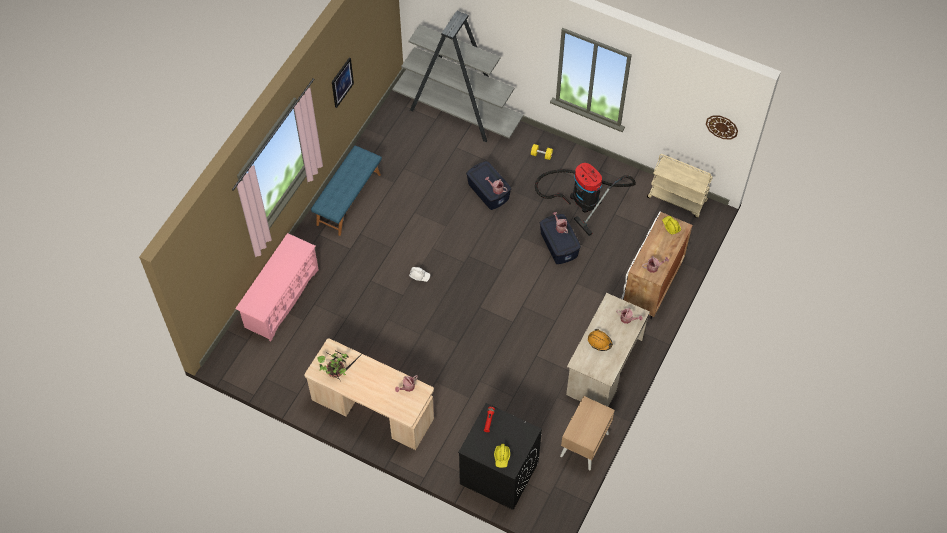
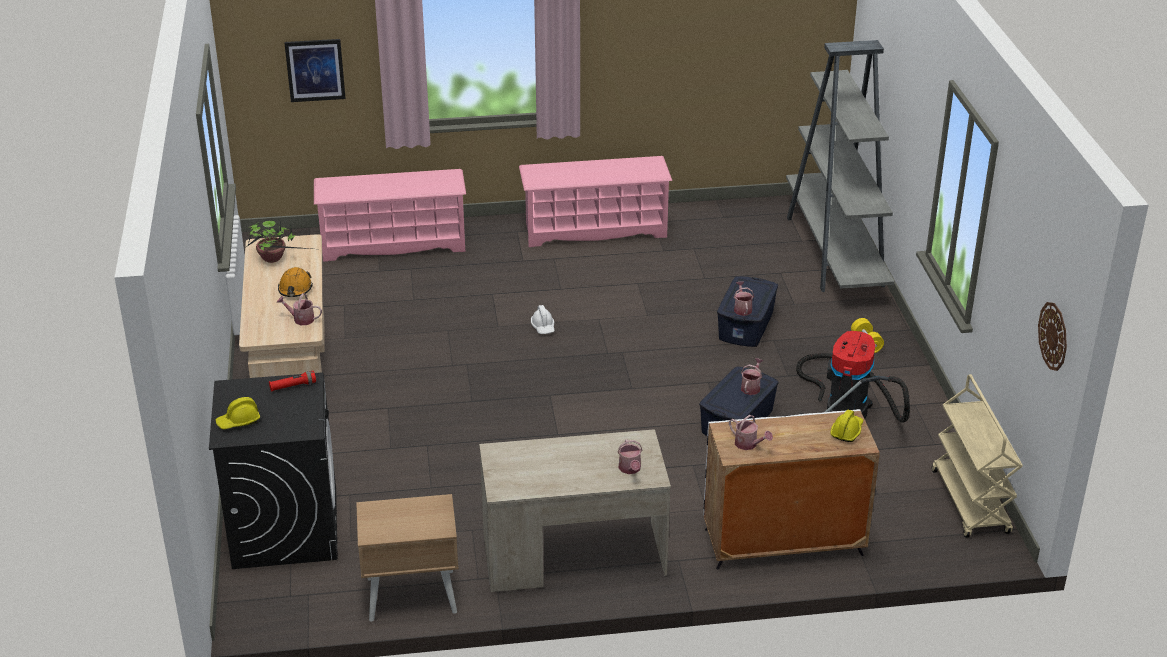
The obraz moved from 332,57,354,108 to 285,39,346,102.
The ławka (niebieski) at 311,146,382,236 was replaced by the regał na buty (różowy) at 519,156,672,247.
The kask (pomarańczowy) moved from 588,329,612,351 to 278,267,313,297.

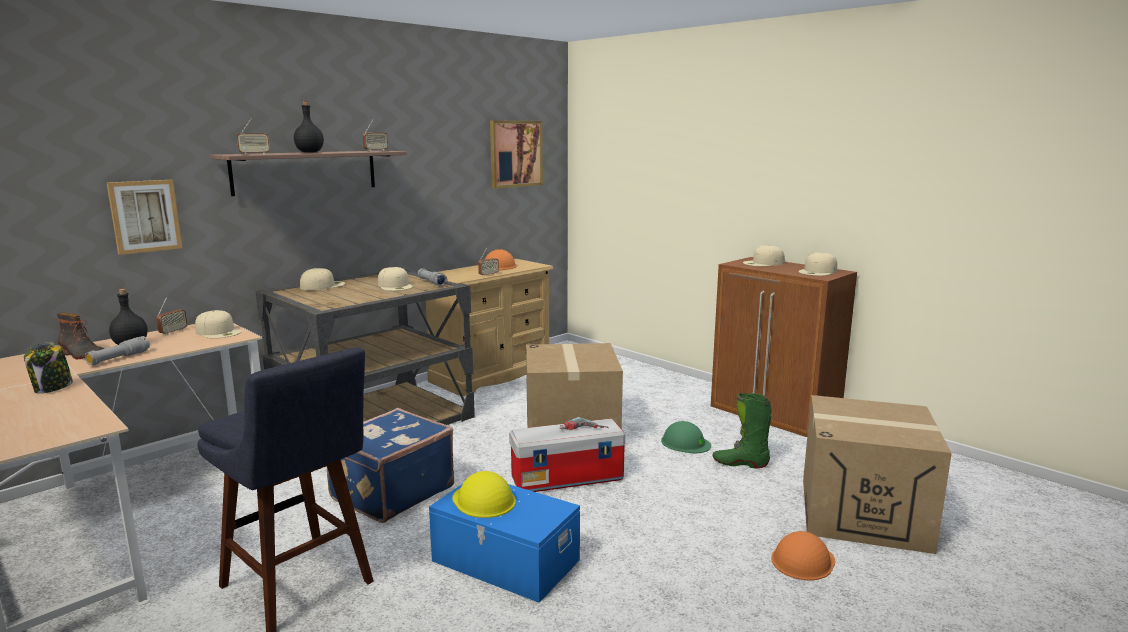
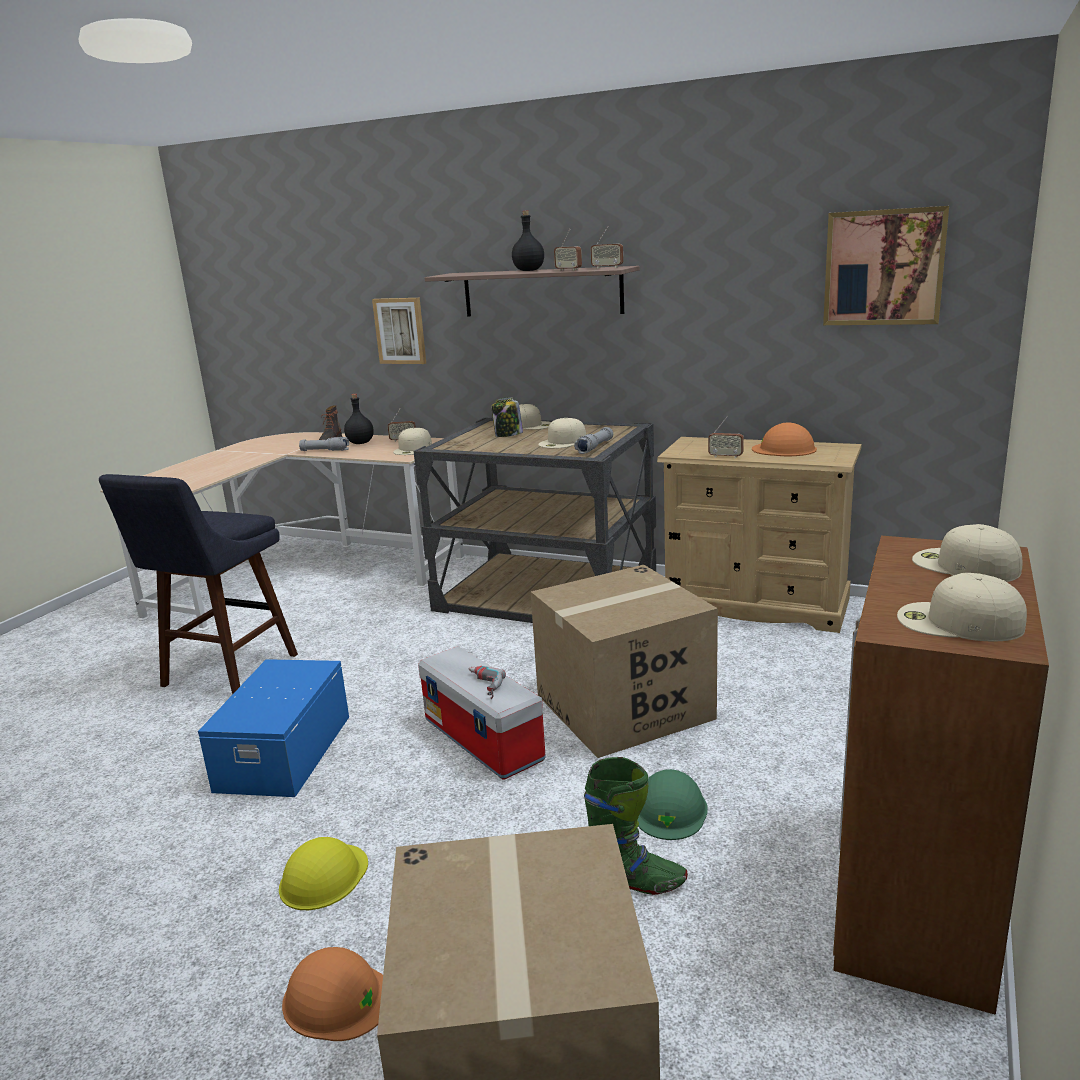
The radio moved from 237,118,270,155 to 554,229,582,271.
The słoik moved from 24,342,73,394 to 492,397,523,437.
The but z cholewką (zielony) at 713,393,772,468 turned 105 degrees clockwise.
The walizka (niebieski) at 327,408,454,523 disappeared.
The kask (żółty) moved from 452,471,516,518 to 279,837,368,910.

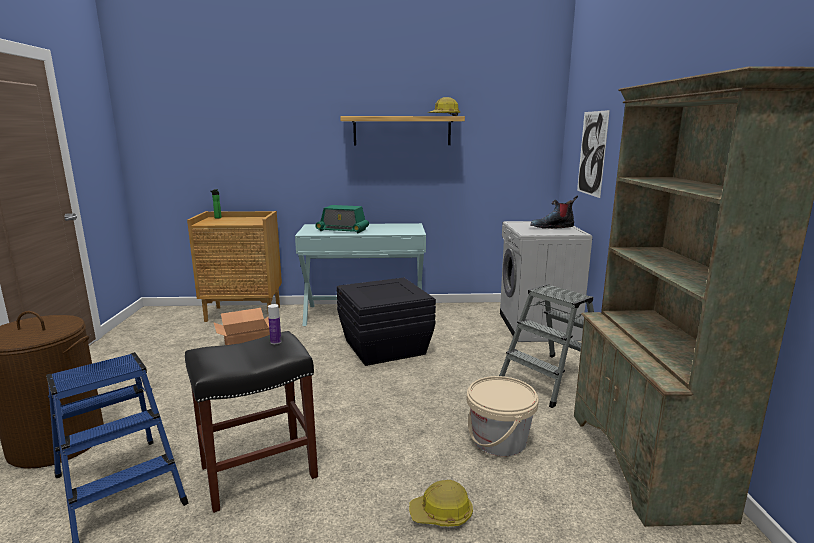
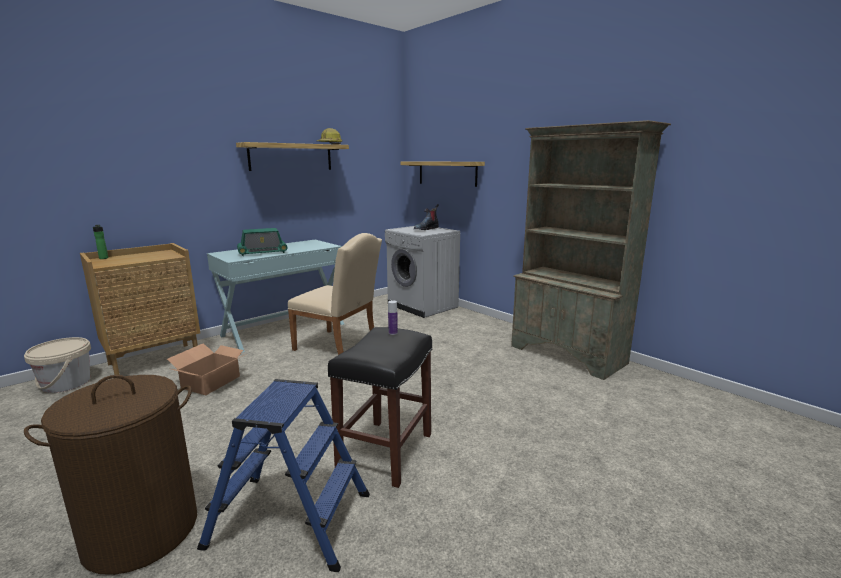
The obraz at 577,110,610,198 was replaced by the półka at 400,162,485,187.
The pojemnik do przechowywania (czarny) at 336,278,436,366 was replaced by the krzesło (beżowy) at 287,233,382,355.
The drabinka (szary) at 499,284,594,408 disappeared.
The wiadro (beżowy) moved from 467,376,539,456 to 24,337,91,393.
The kask at 409,480,473,526 disappeared.

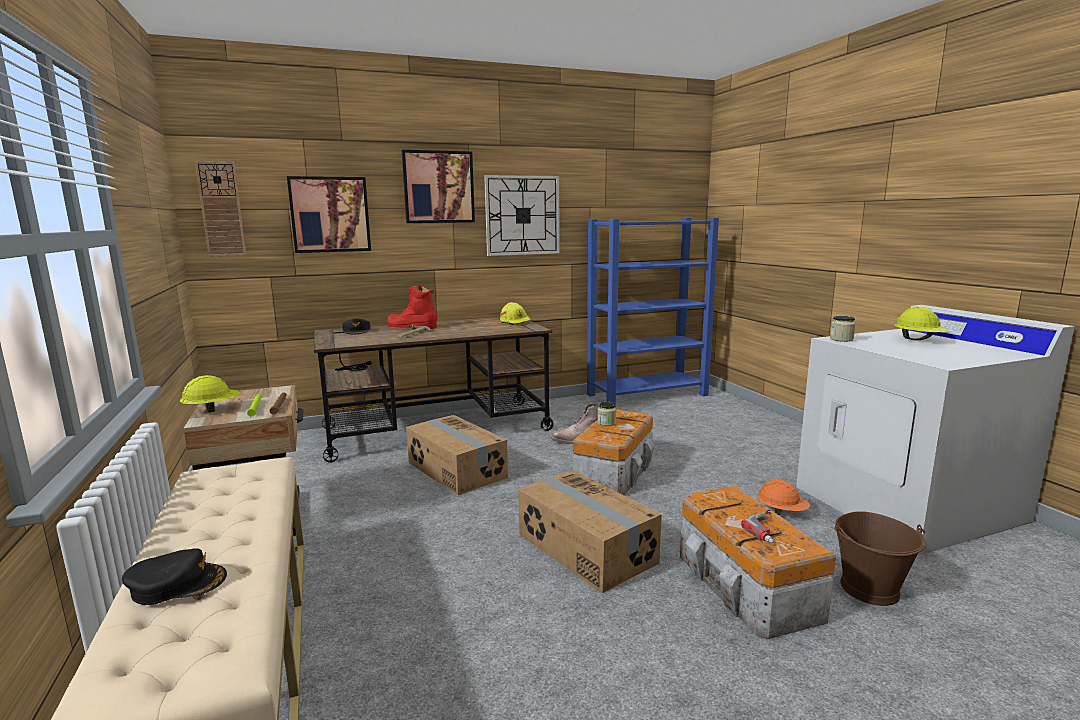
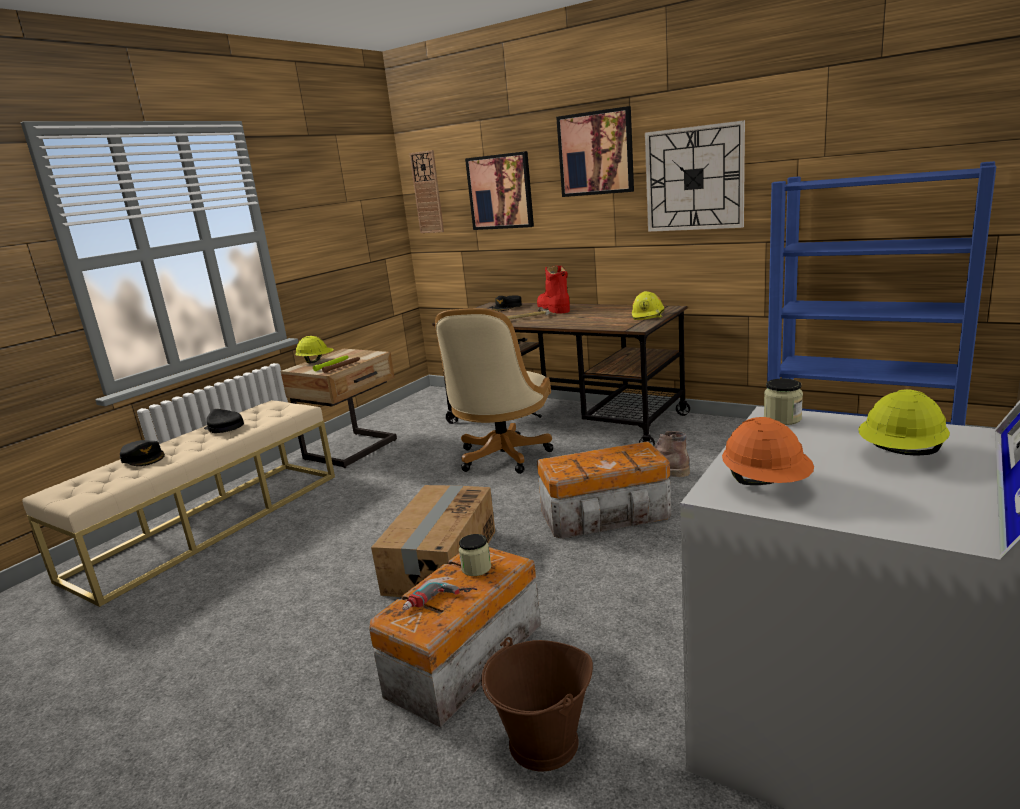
The słoik moved from 597,402,616,426 to 459,534,491,576.
The karton at 406,415,508,495 was replaced by the krzesło biurowe (beżowy) at 435,308,553,474.
The kask (pomarańczowy) moved from 757,480,810,515 to 722,417,814,485.
The czapka z daszkiem (czarny) at 204,409,244,433 appeared.

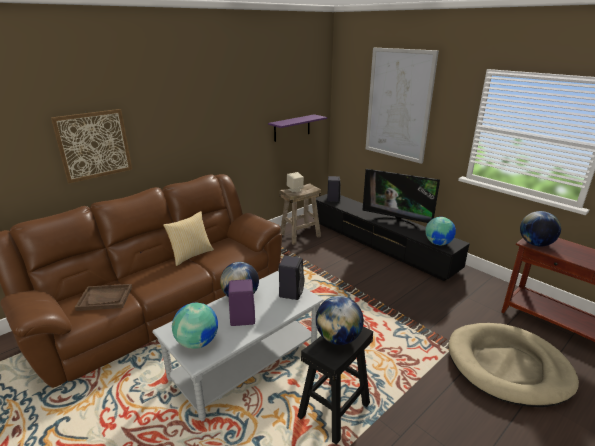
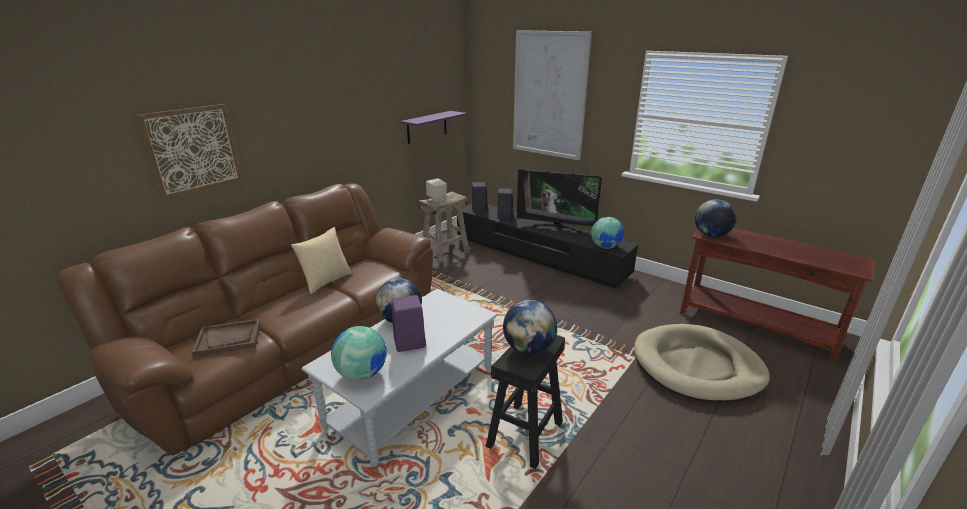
The głośnik (czarny) moved from 279,256,304,300 to 497,188,514,219.

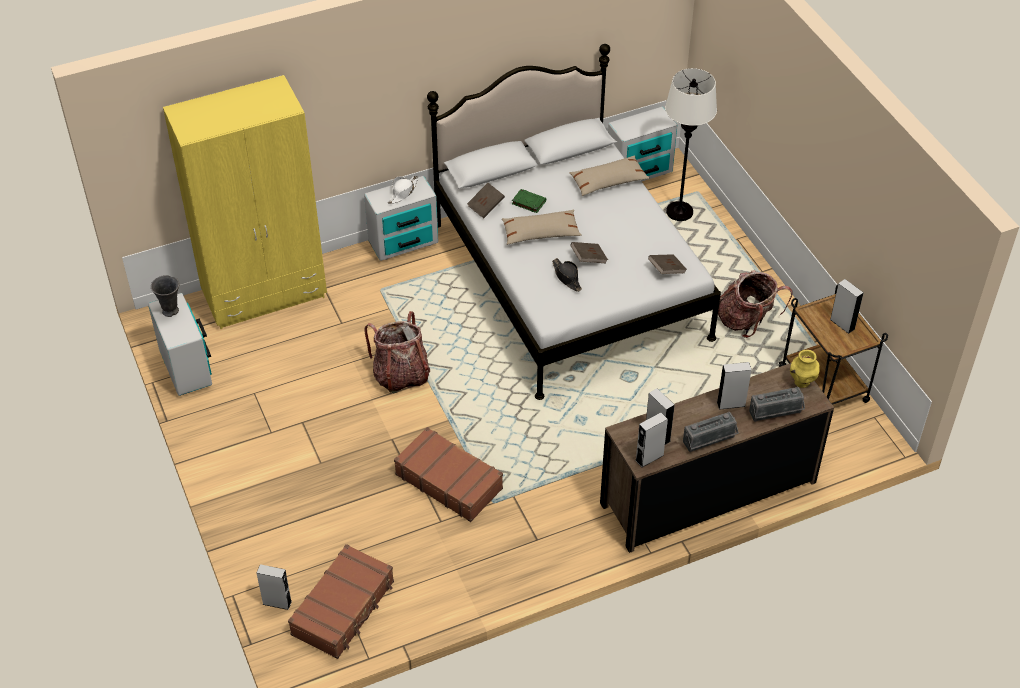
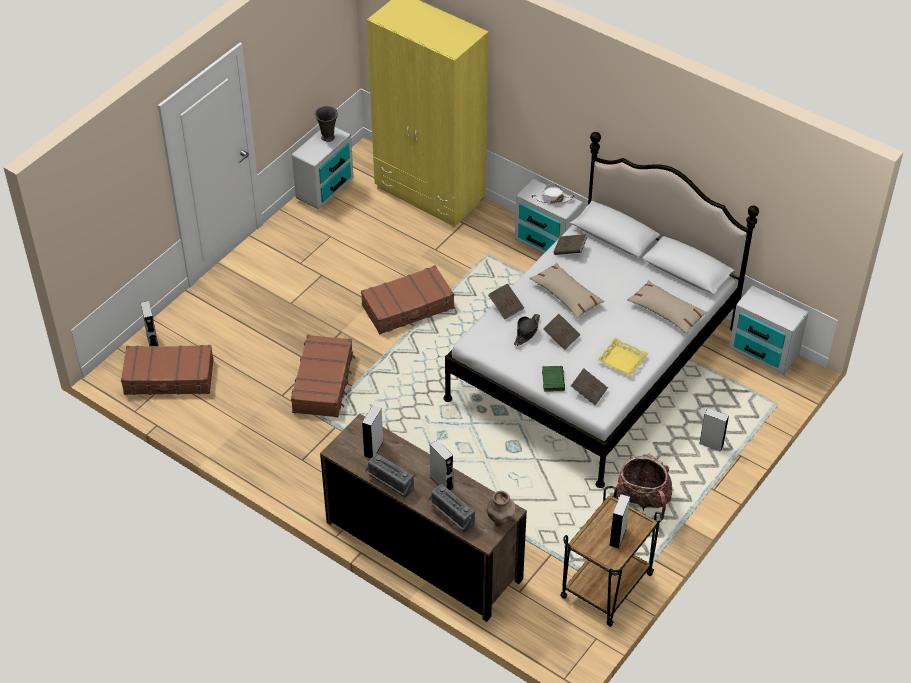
The lampa stojąca (biały) at 665,68,717,221 disappeared.
The książka (zielony) moved from 512,189,546,213 to 542,366,565,392.
The plecak at 364,311,430,394 was replaced by the walizka (brązowy) at 361,265,454,334.
The wazon (żółty) at 790,350,819,388 became the wazon (brązowy) at 487,491,516,527.
The głośnik (szary) moved from 635,412,668,467 to 699,408,729,452.
The książka (brązowy) at 488,283,524,319 appeared.
The taca (żółty) at 597,338,648,376 appeared.

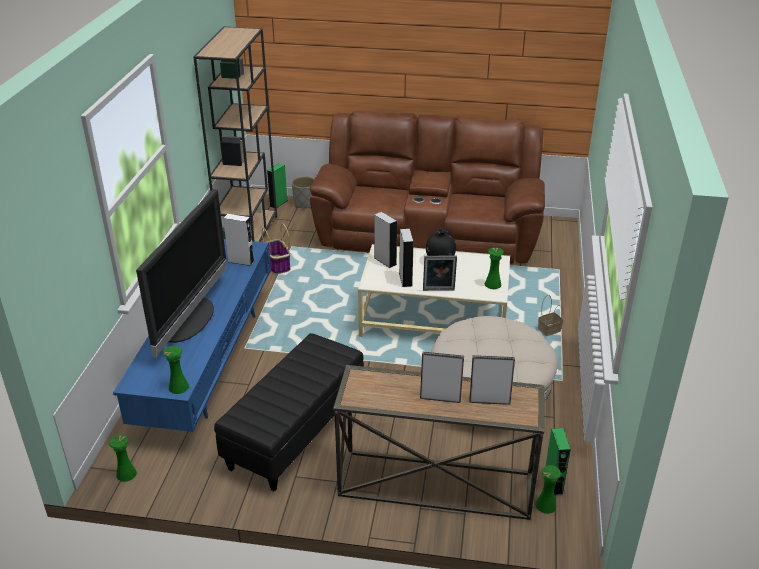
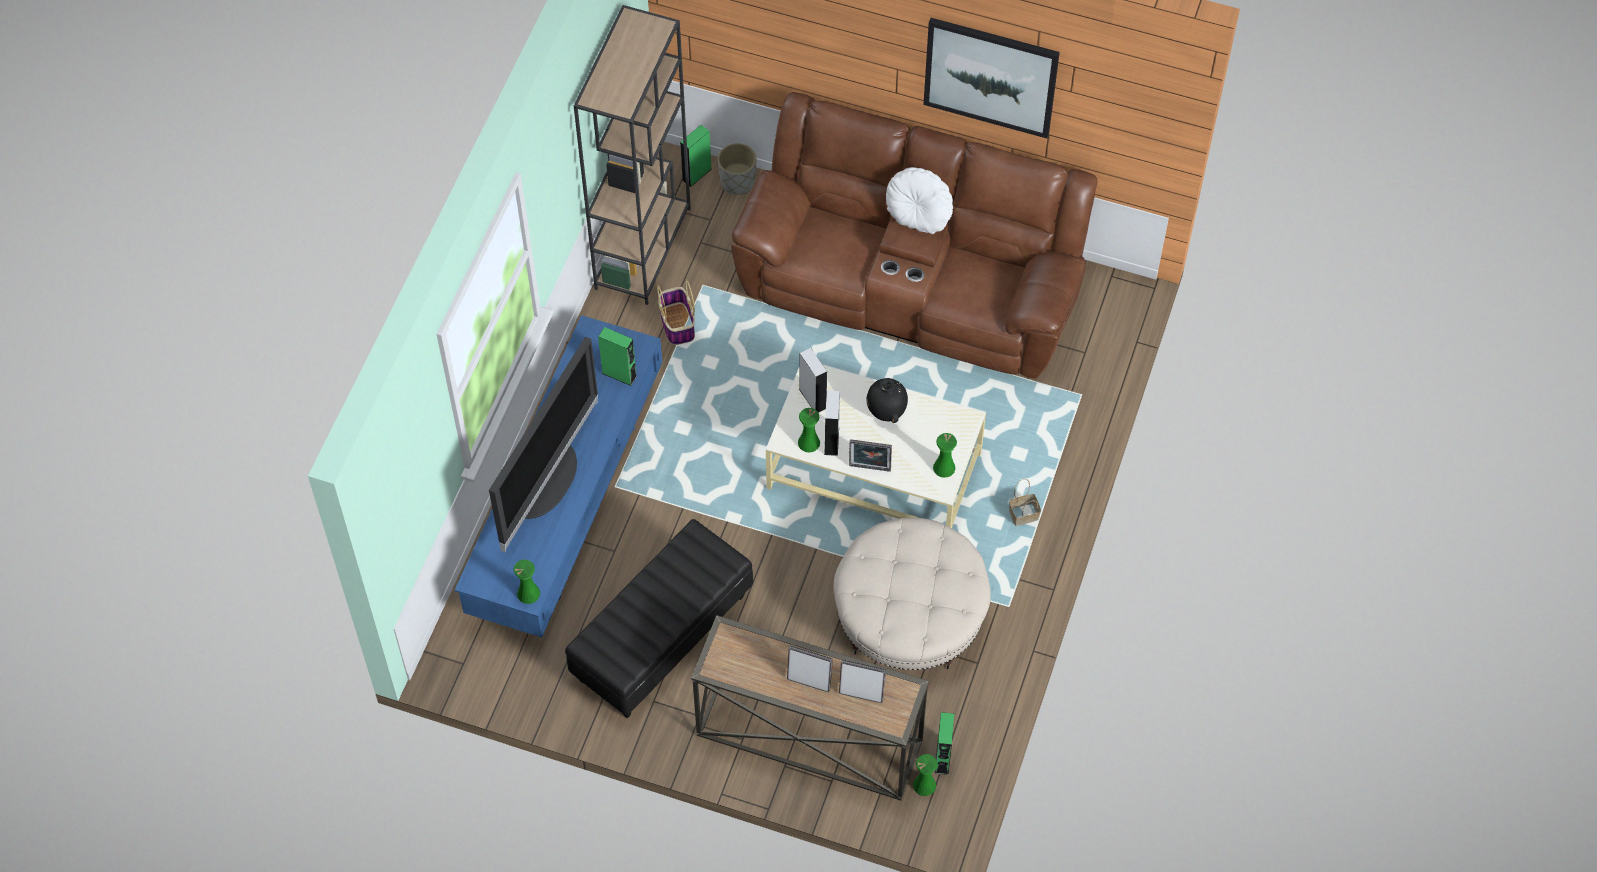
The głośnik (biały) at 223,214,254,266 became the głośnik (zielony) at 598,327,637,386.
The wazon (zielony) moved from 109,435,137,482 to 798,408,820,452.
The obraz at 923,18,1060,139 appeared.
The poduszka (biały) at 886,167,953,234 appeared.

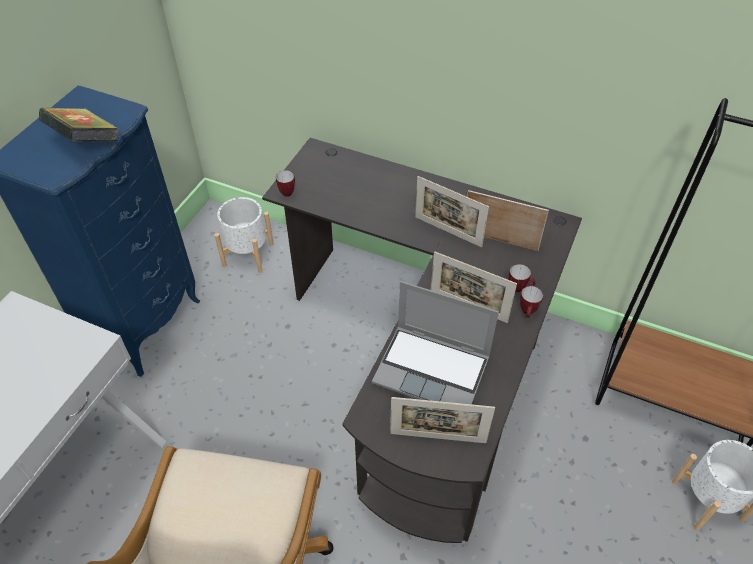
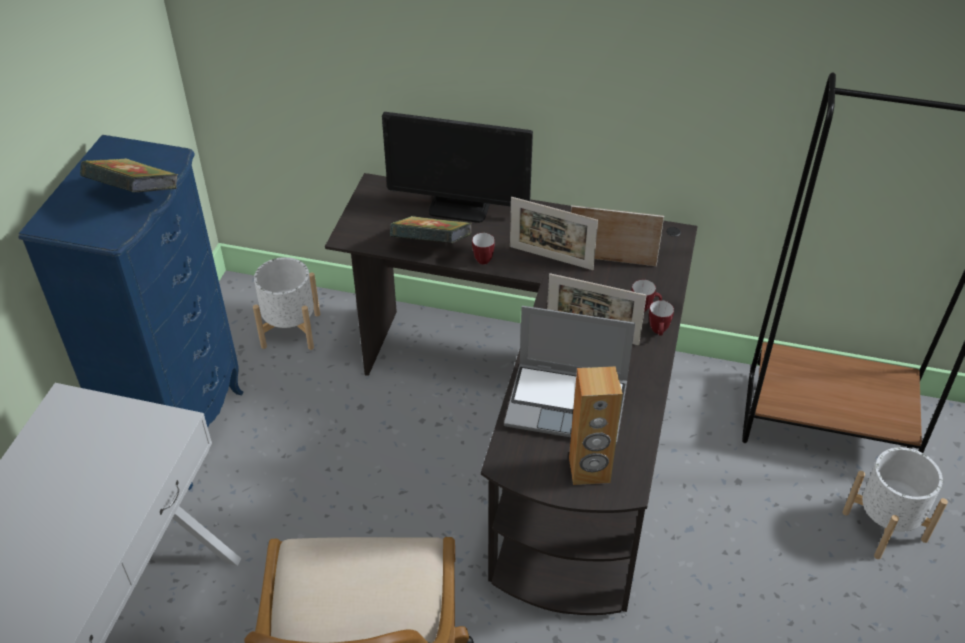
The kubek moved from 276,170,295,197 to 472,233,495,265.
The ramka na zdjęcie at 390,397,495,443 was replaced by the głośnik (brązowy) at 569,366,623,485.
The monitor at 382,112,533,223 appeared.
The książka at 390,216,471,243 appeared.

